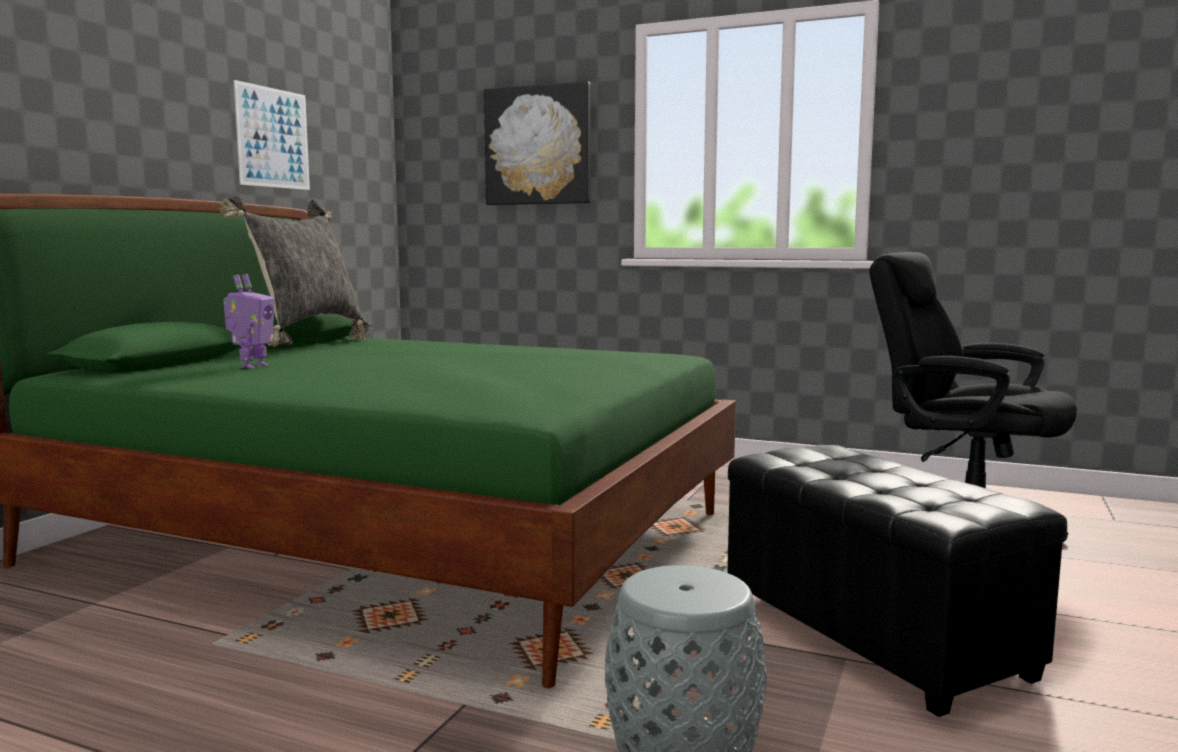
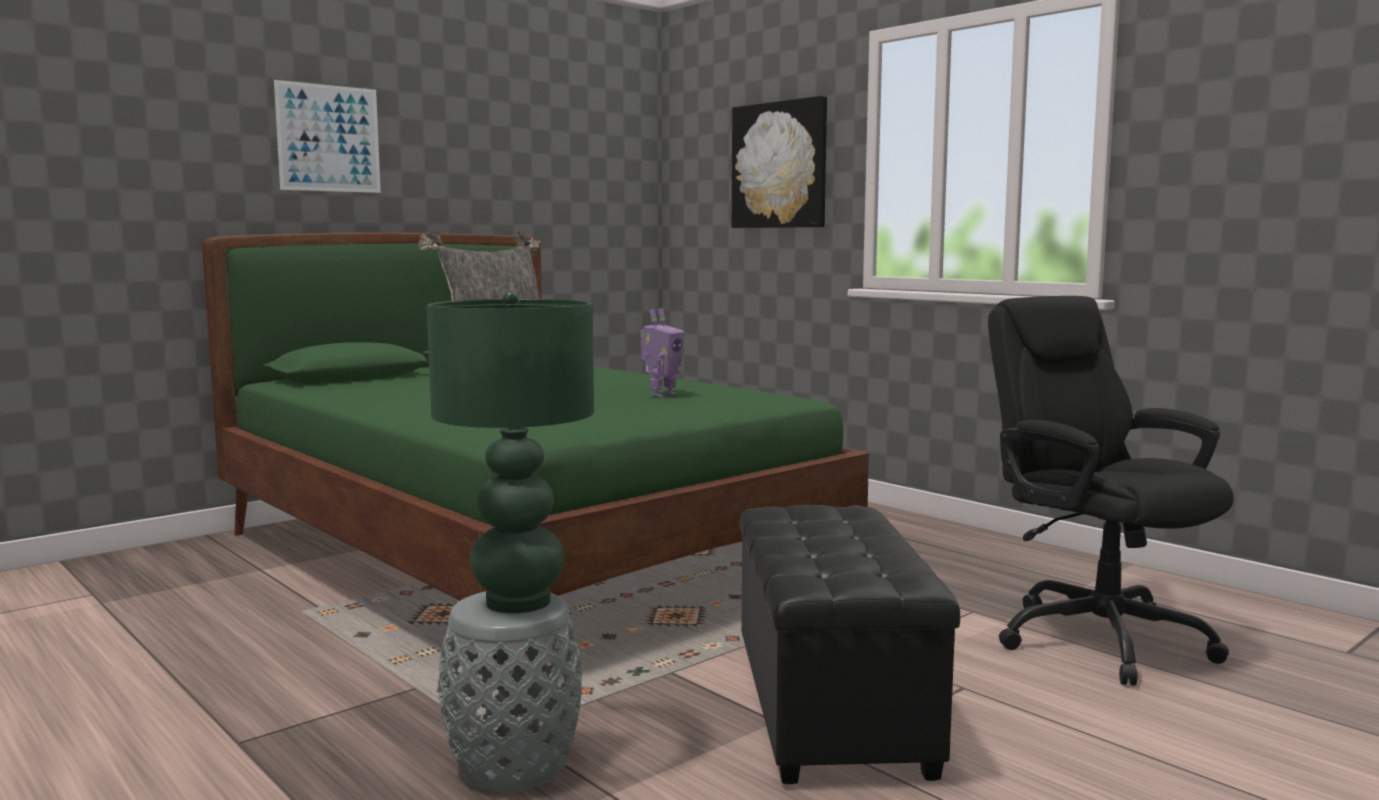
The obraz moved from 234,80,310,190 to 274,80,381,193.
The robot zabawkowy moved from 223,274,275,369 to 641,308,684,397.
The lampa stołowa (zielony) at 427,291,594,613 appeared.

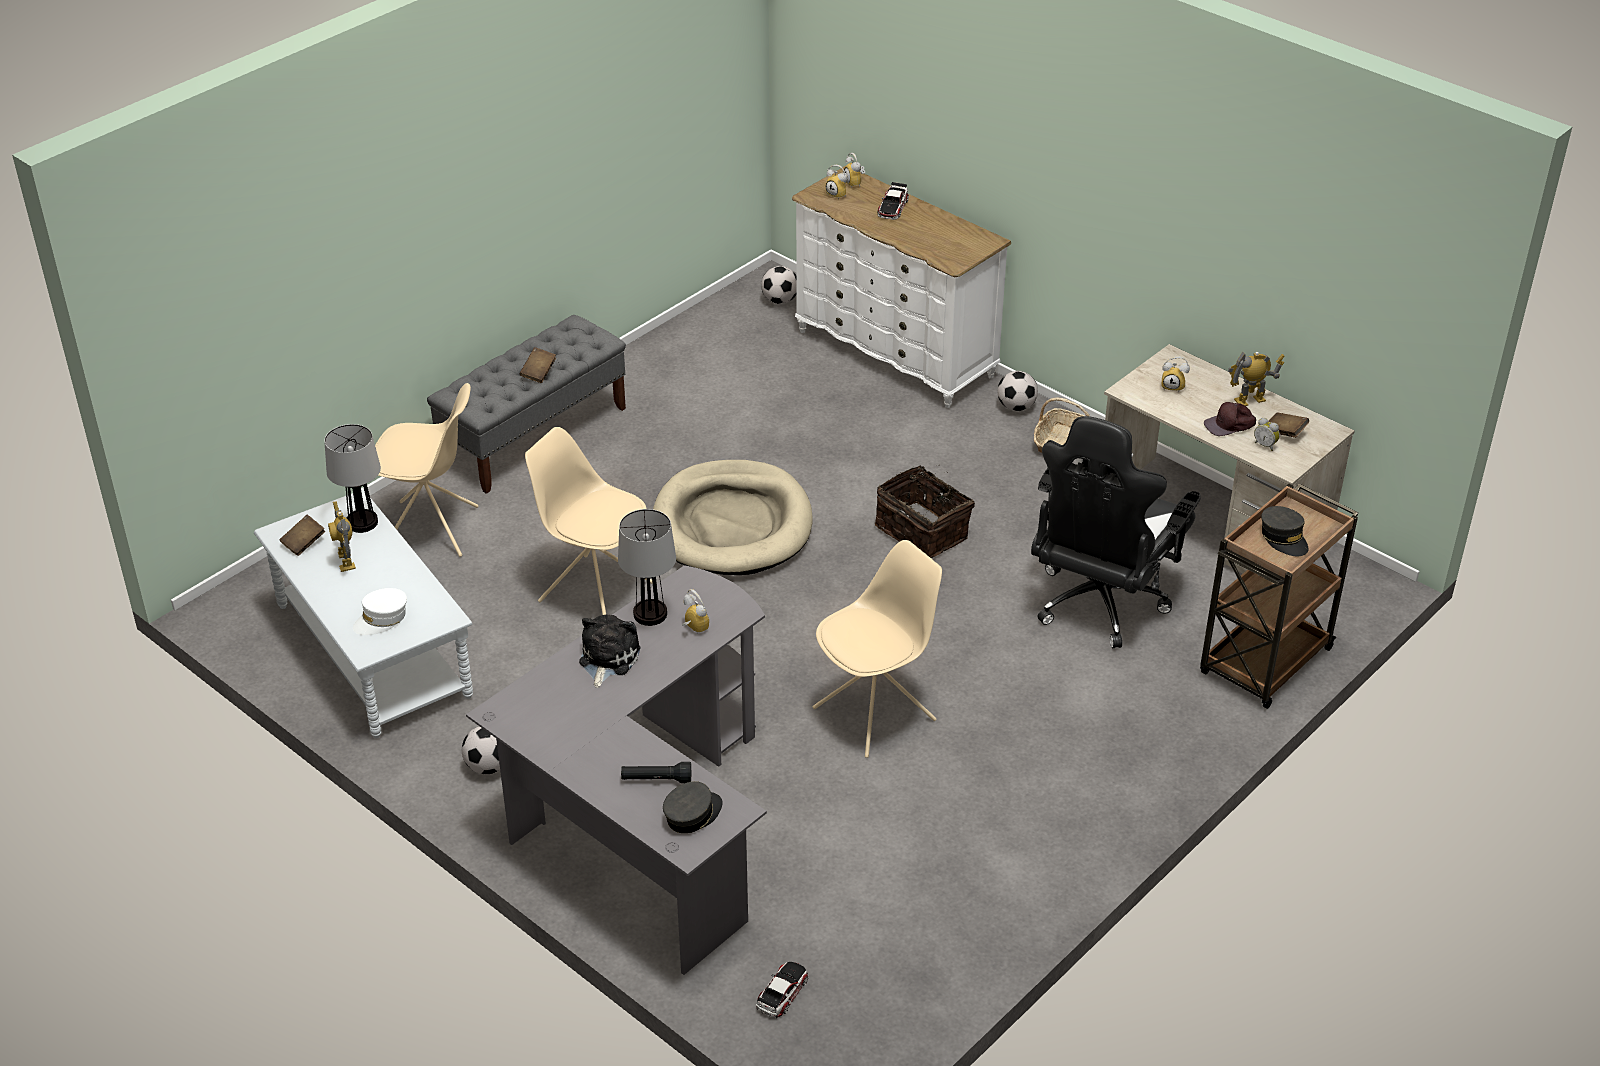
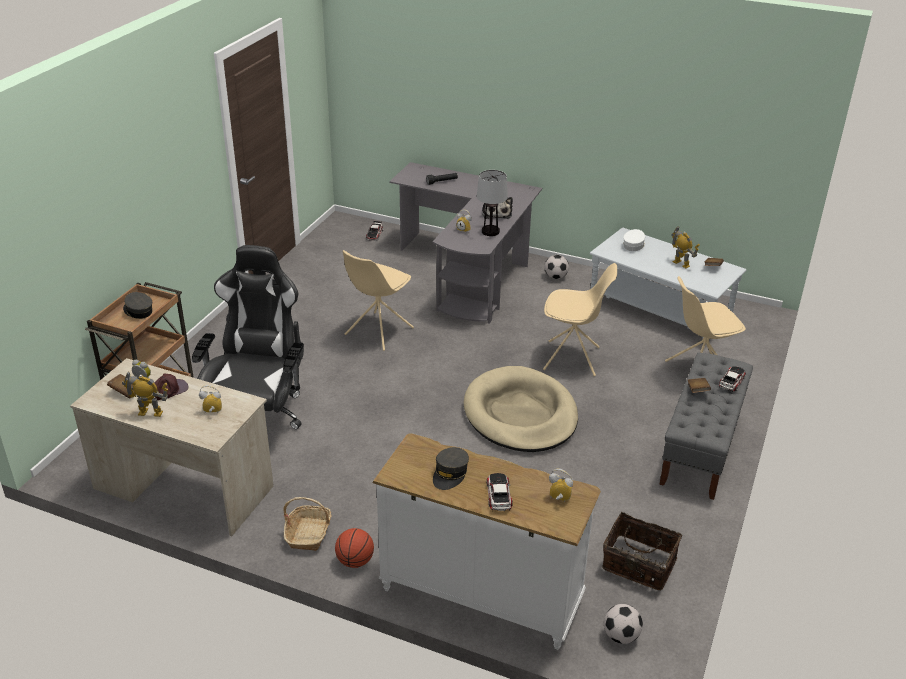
The budzik at 844,153,865,188 disappeared.
The robot zabawkowy at 1228,351,1285,406 turned 135 degrees counterclockwise.
The piłka futbolowa at 997,371,1038,411 was replaced by the piłka do koszykówki at 335,528,374,568.
The lampa stołowa at 324,424,381,533 disappeared.
The koszyk moved from 875,466,975,558 to 602,512,682,590.
The czapka z daszkiem (szary) moved from 663,781,723,833 to 433,447,469,490.
The samochodzik at 719,366,746,392 appeared.

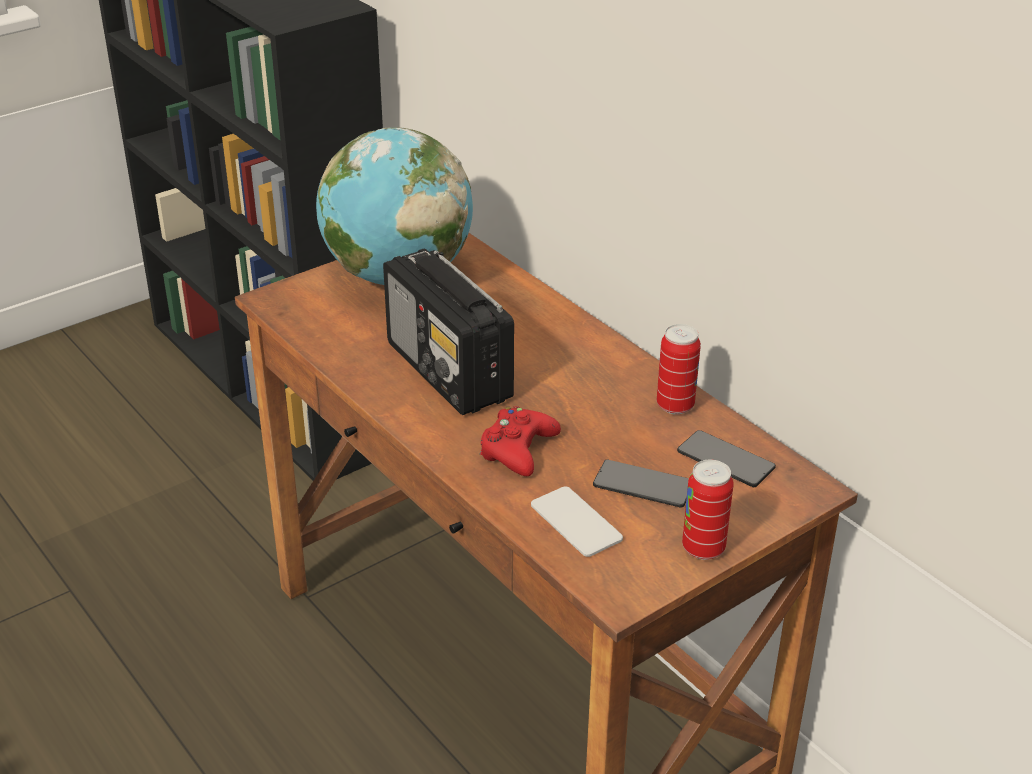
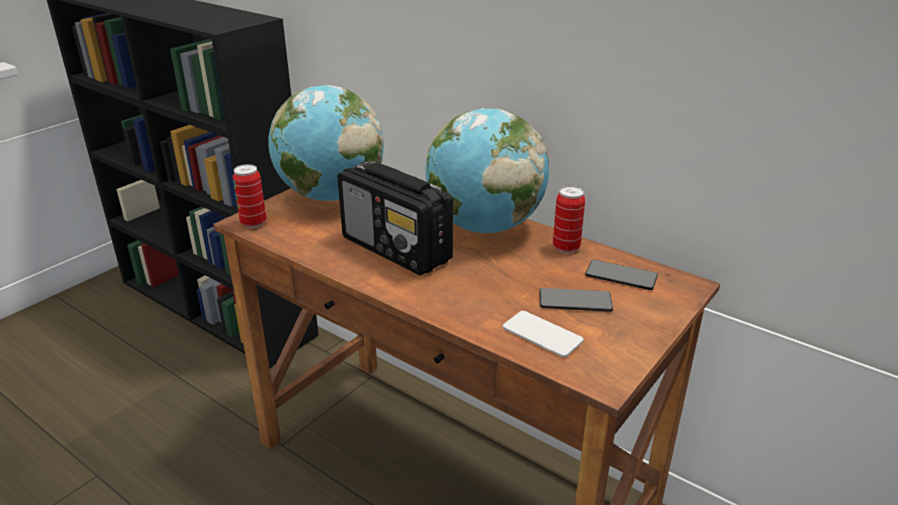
The pad do gier (czerwony) at 479,406,561,476 disappeared.
The puszka moved from 682,460,734,560 to 233,164,266,228.
The globus at 425,108,549,233 appeared.

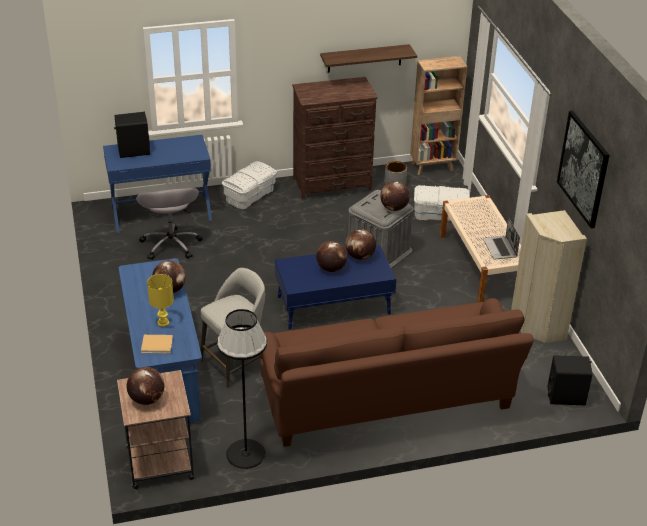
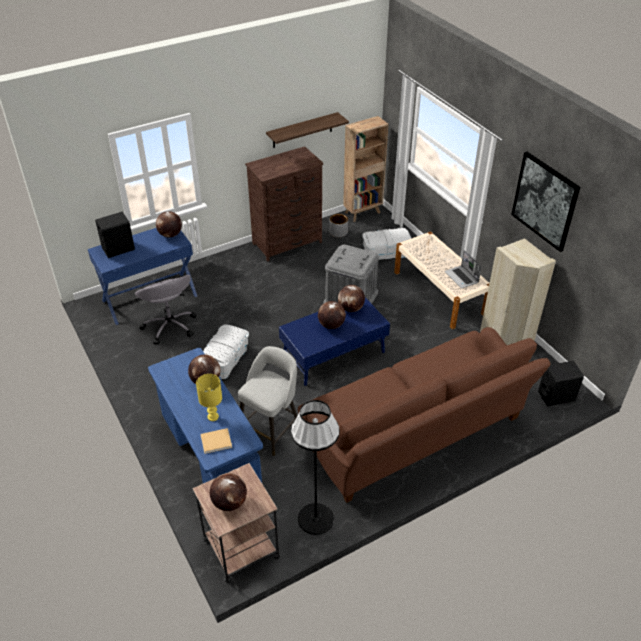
The pojemnik do przechowywania (biały) moved from 222,161,277,209 to 203,325,249,379.
The globus moved from 380,181,410,211 to 156,211,182,237.

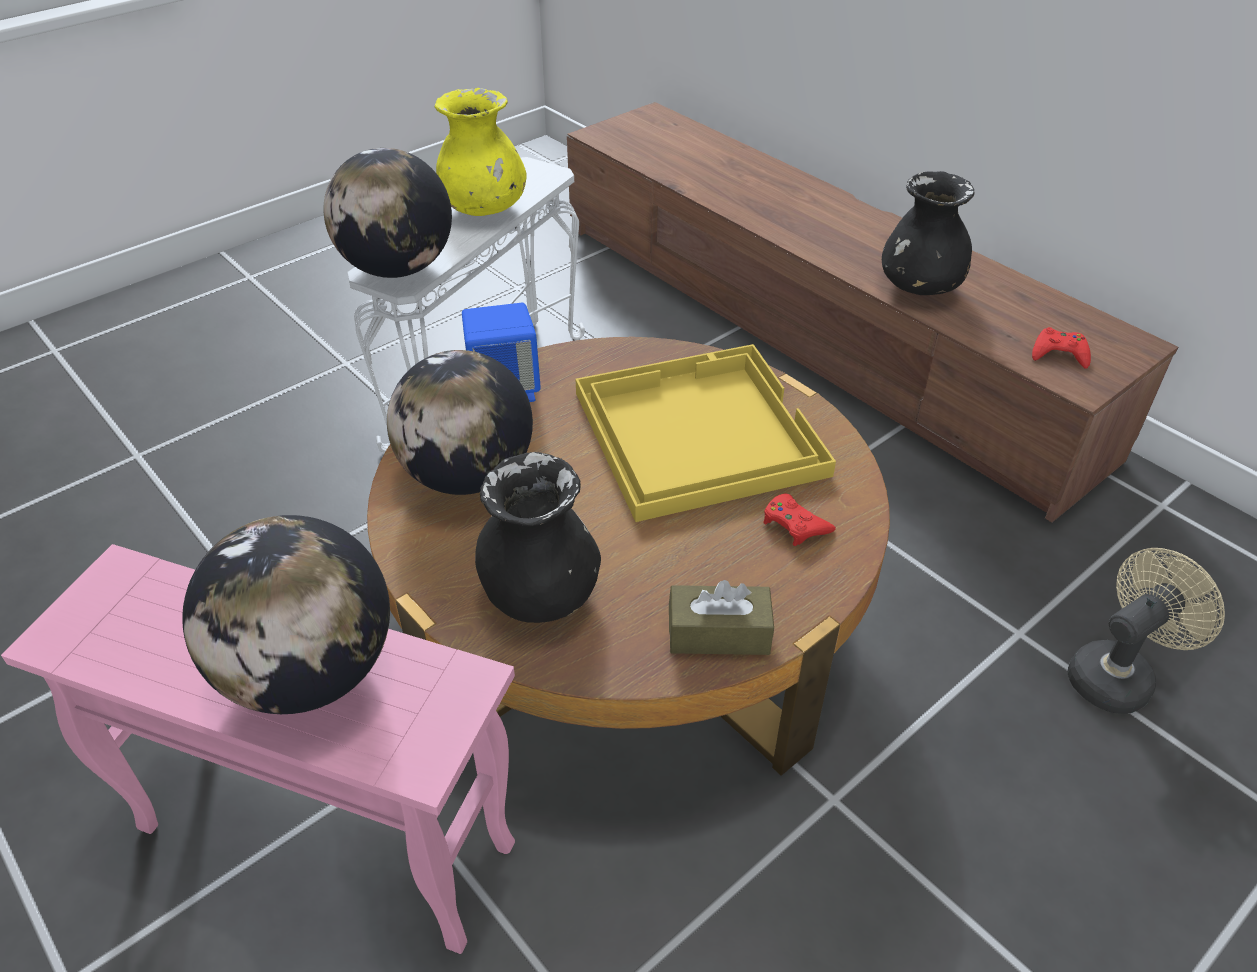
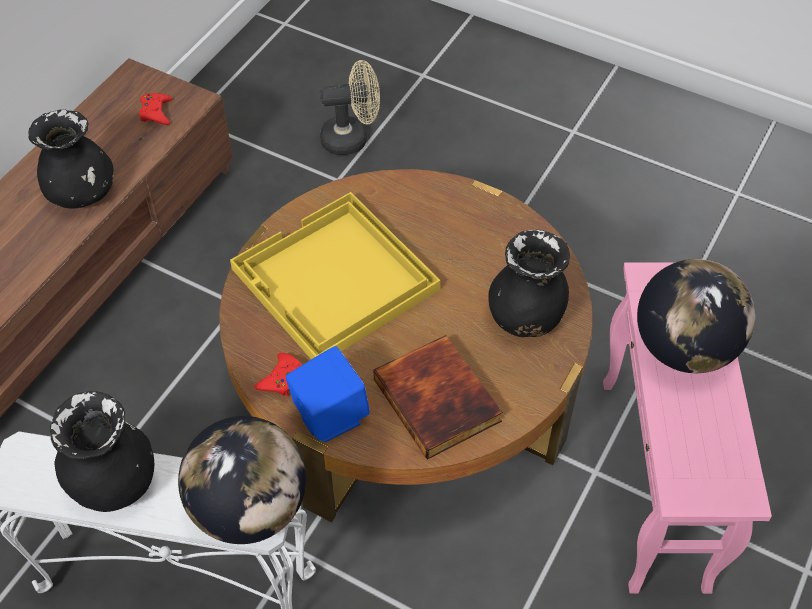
The wazon (żółty) at 435,88,527,216 became the wazon (czarny) at 50,391,154,512.
The globus at 387,350,533,495 was replaced by the książka at 374,335,503,460.
The pad do gier (czerwony) moved from 763,494,836,546 to 254,353,302,396.
The wentylator (beżowy) at 1068,548,1225,714 turned 135 degrees clockwise.
The pudełko chusteczek (brązowy) at 669,580,774,655 disappeared.

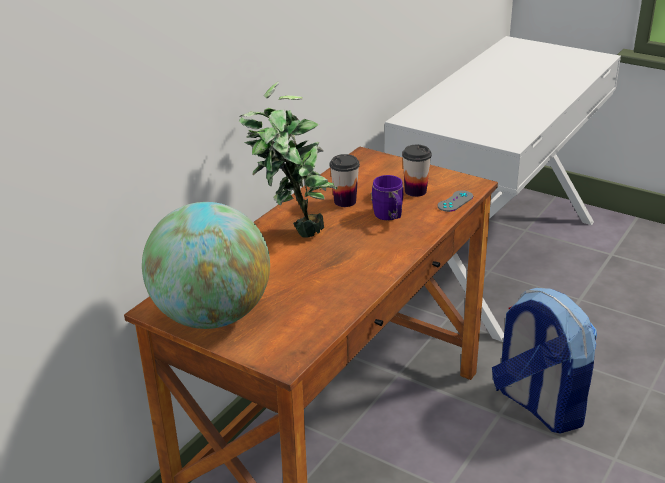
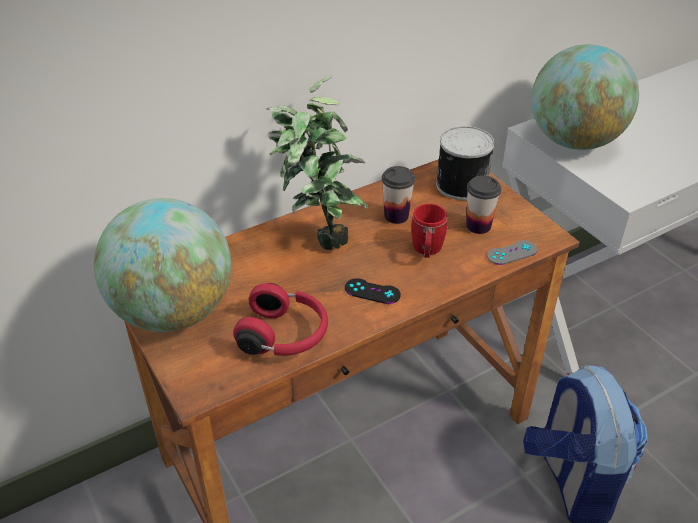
The kubek (fioletowy) at 371,175,403,220 became the kubek (czerwony) at 411,204,448,258.
The globus at 531,44,639,150 appeared.
The puszka at 436,126,495,201 appeared.
The pad do gier (czarny) at 345,278,401,304 appeared.
The słuchawki (czerwony) at 233,283,328,356 appeared.

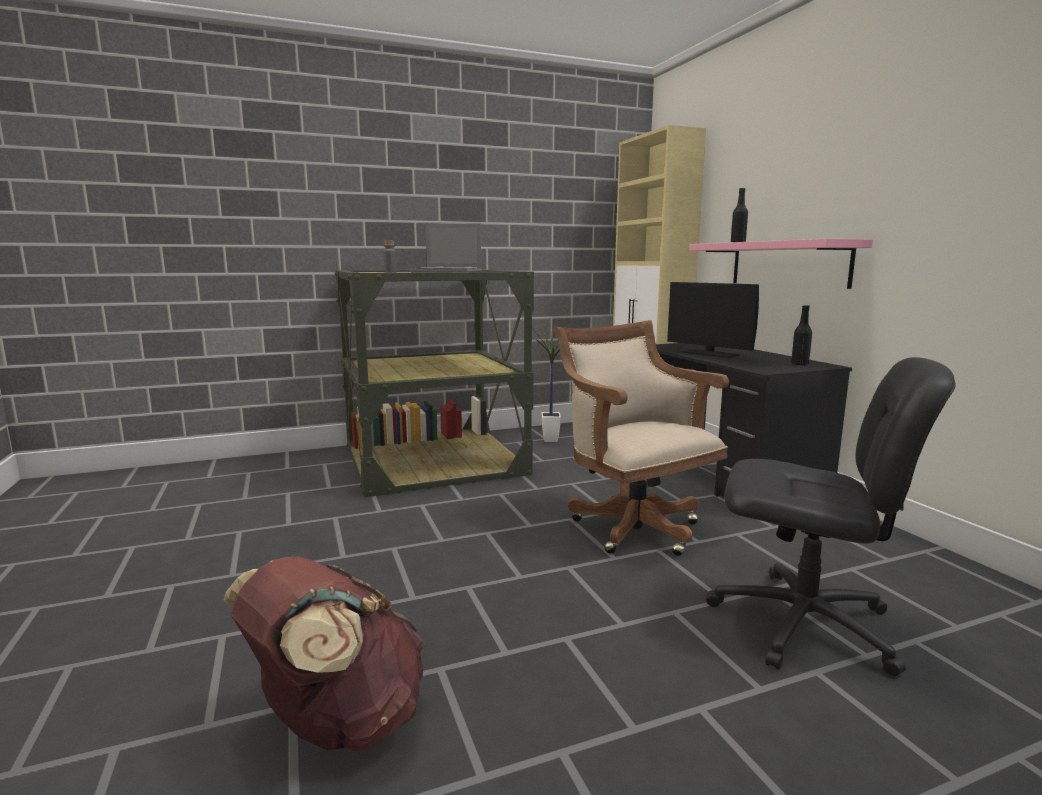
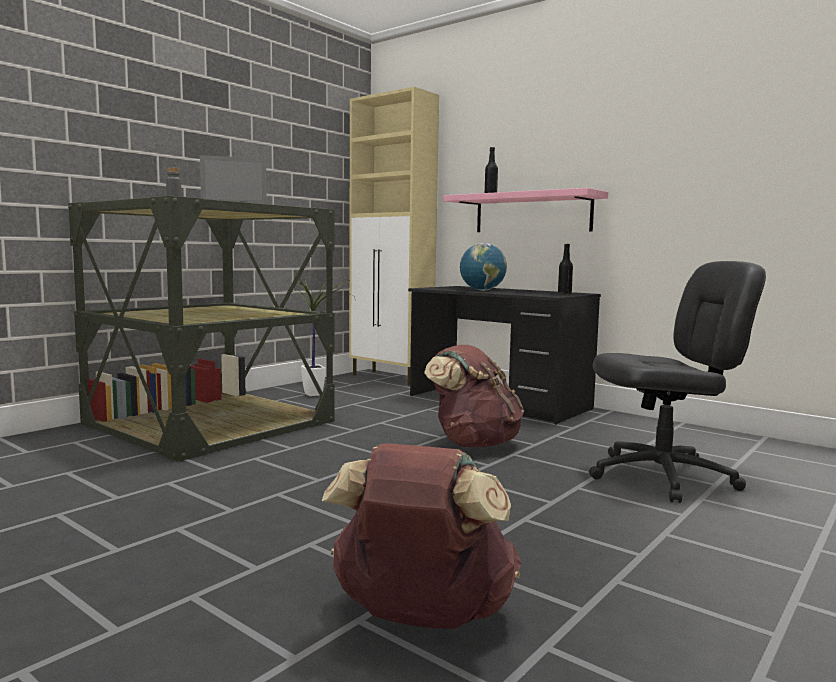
The monitor at 667,282,759,358 was replaced by the globus at 460,243,507,291.
The krzesło biurowe at 552,320,729,556 was replaced by the plecak (brązowy) at 424,345,524,447.

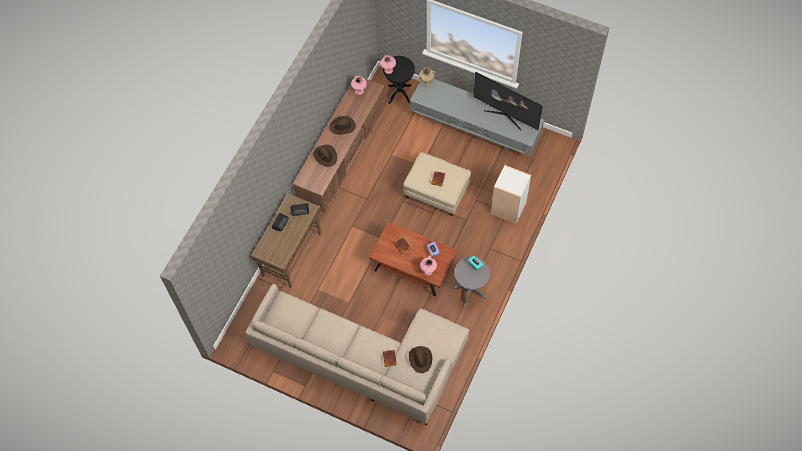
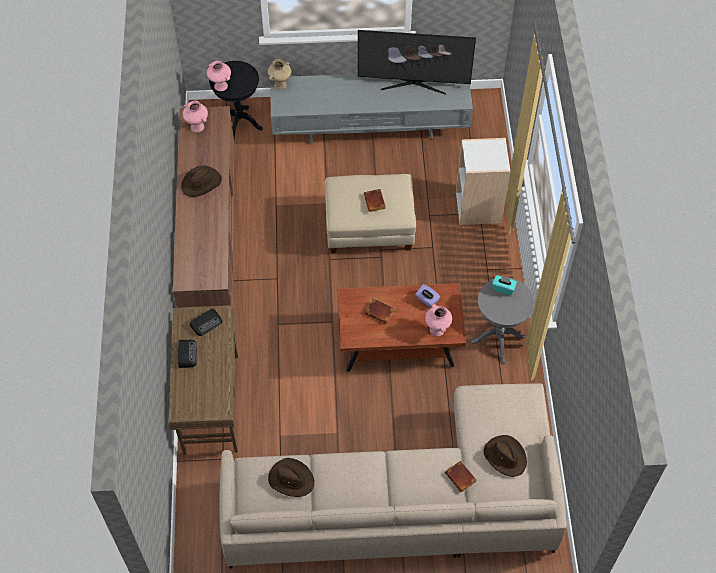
The kapelusz (brązowy) moved from 313,145,337,167 to 268,458,315,497.

